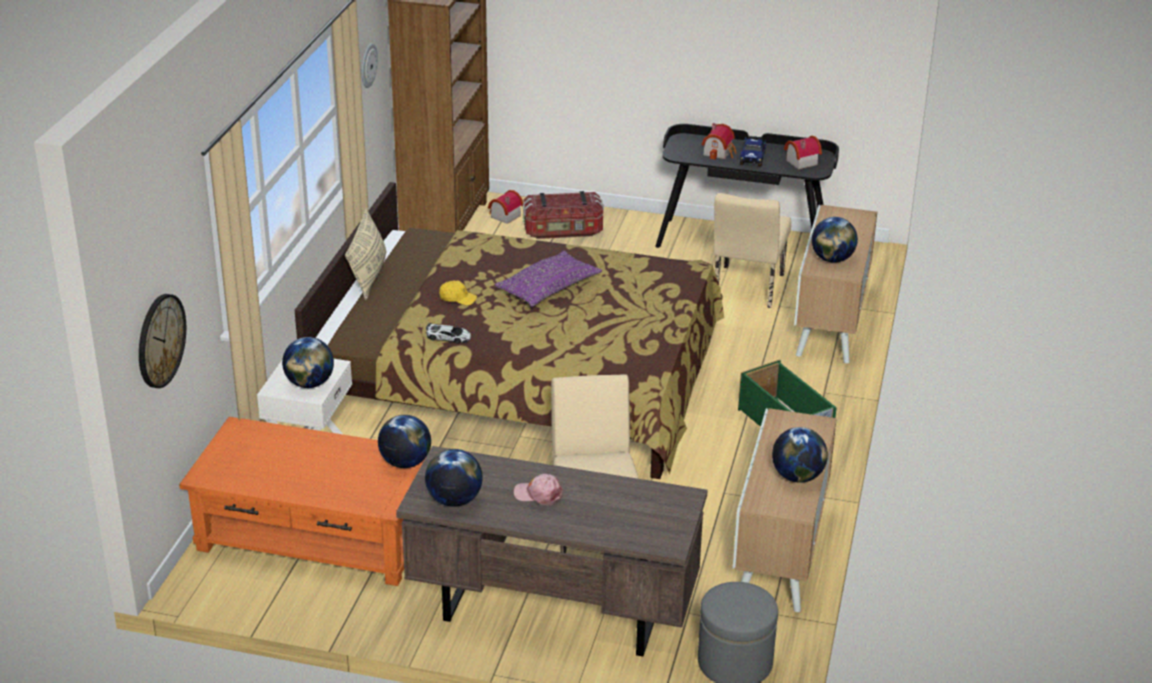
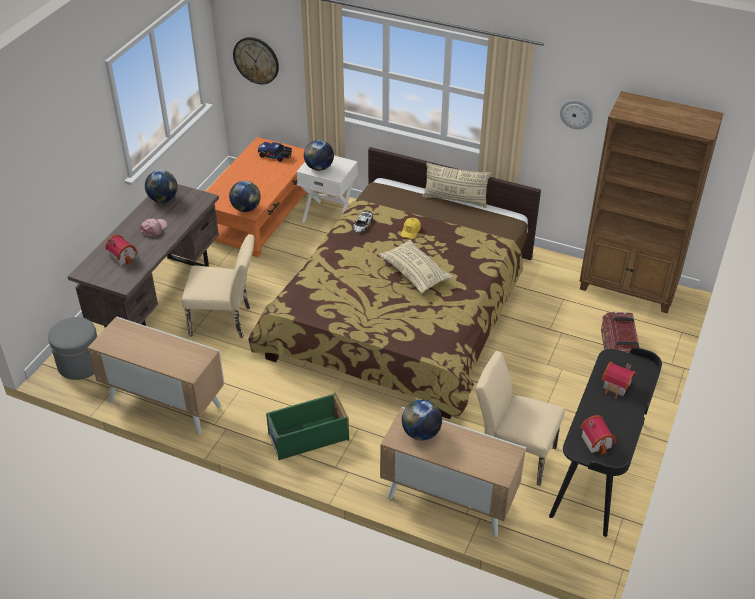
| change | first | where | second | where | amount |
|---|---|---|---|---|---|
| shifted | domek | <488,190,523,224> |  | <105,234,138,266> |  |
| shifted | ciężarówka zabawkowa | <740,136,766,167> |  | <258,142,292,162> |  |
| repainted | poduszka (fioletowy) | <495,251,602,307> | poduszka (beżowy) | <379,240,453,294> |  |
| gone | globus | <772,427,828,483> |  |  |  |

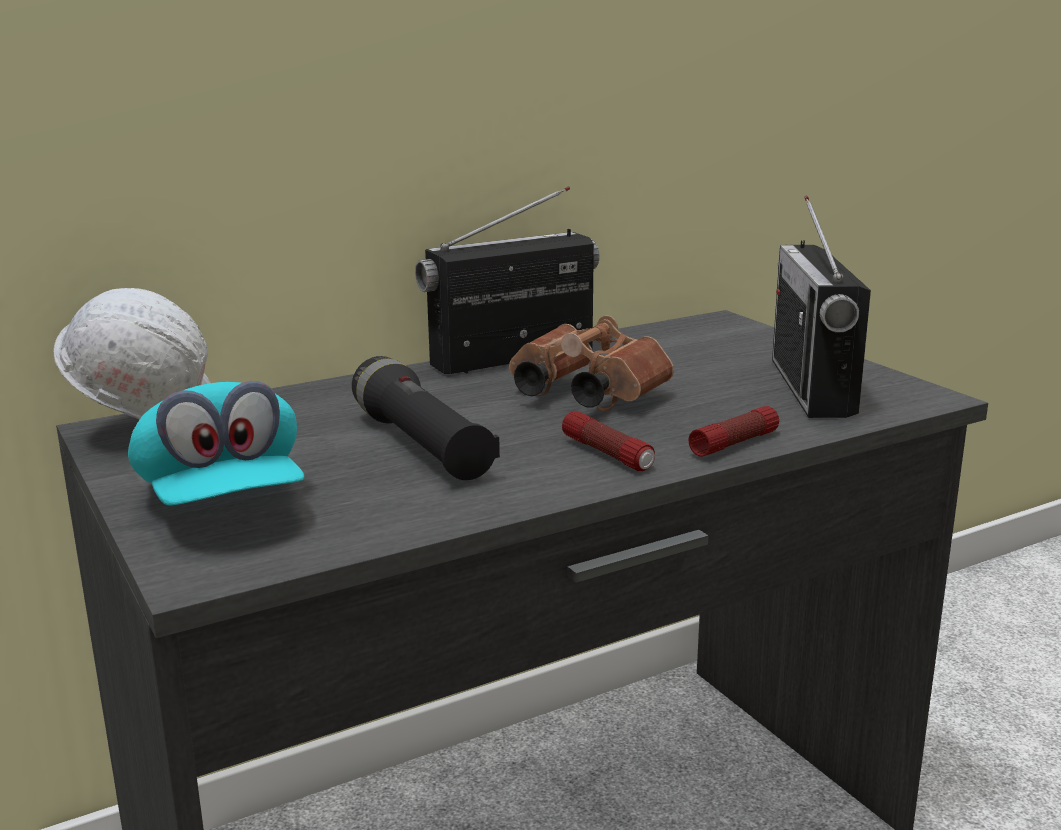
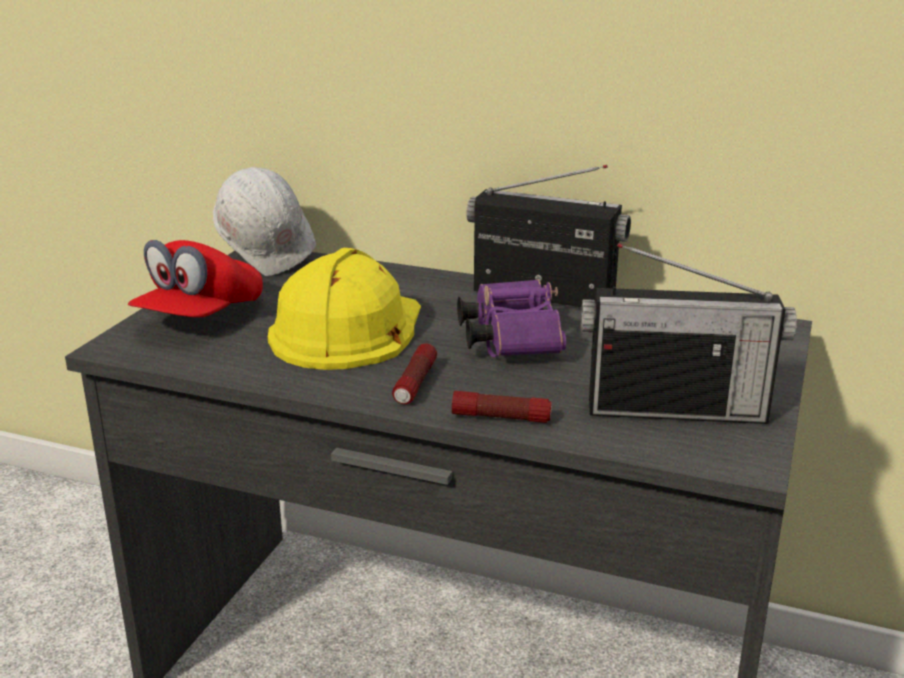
| change | first | where | second | where | amount |
|---|---|---|---|---|---|
| repainted | czapka z daszkiem (turkusowy) | <128,381,304,506> | czapka z daszkiem (czerwony) | <128,240,263,318> |  |
| swapped | latarka (czarny) | <352,356,500,480> | kask (żółty) | <268,248,421,370> |  |
| repainted | lornetka (brązowy) | <509,315,674,411> | lornetka (fioletowy) | <457,279,566,357> |  |
| rotated | radio | <772,196,871,418> |  | <581,243,797,424> | 135 degrees counterclockwise |

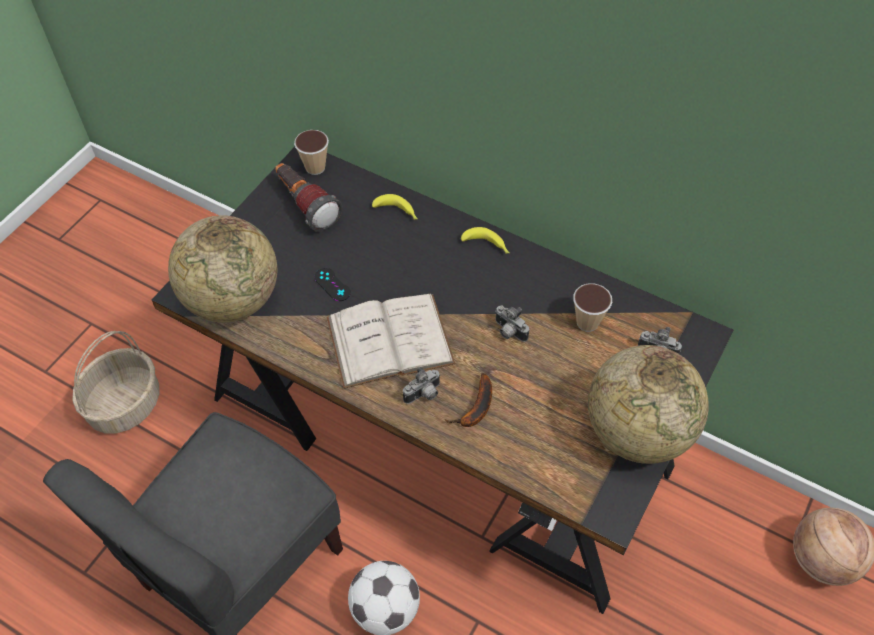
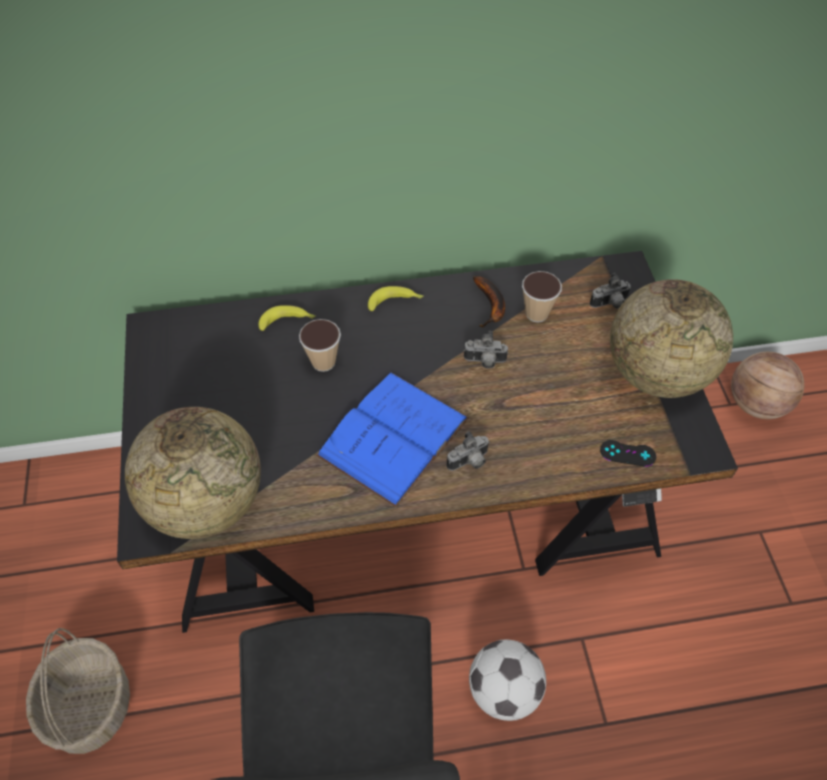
| change | first | where | second | where | amount |
|---|---|---|---|---|---|
| shifted | filiżanka | <294,130,329,175> |  | <299,319,341,372> |  |
| repainted | książka (biały) | <327,294,455,388> | książka (niebieski) | <316,372,469,507> |  |
| rotated | aparat fotograficzny | <403,367,441,404> |  | <447,431,490,471> | 45 degrees clockwise |
| shifted | banan | <444,373,492,427> |  | <473,276,505,327> |  |
| shifted | pad do gier (czarny) | <315,268,351,301> |  | <600,440,656,467> |  |
| gone | latarka | <275,163,342,232> |  |  |  |

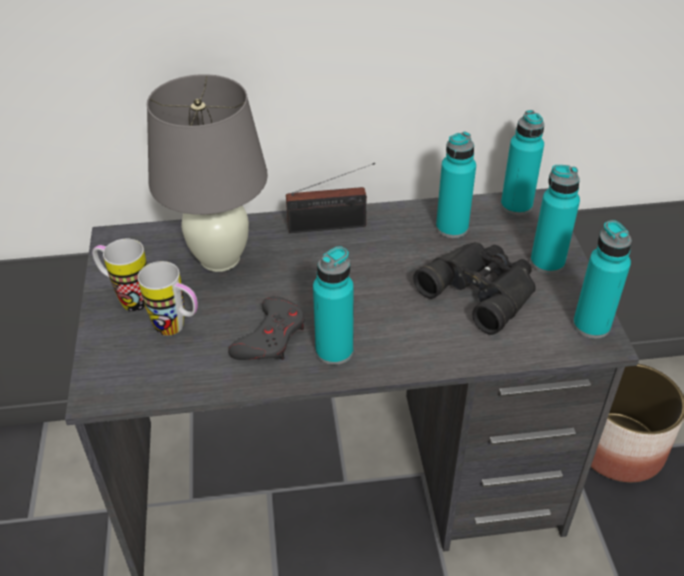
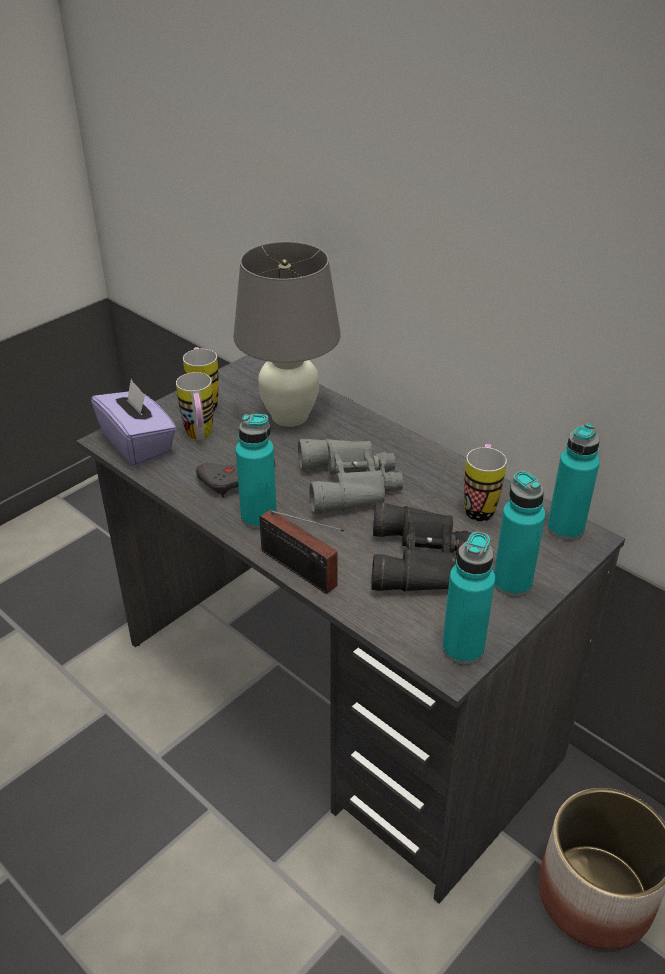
| change | first | where | second | where | amount |
|---|---|---|---|---|---|
| new |  |  | pudełko chusteczek (fioletowy) | <91,379,176,466> |  |
| shifted | radio | <286,163,375,233> |  | <259,509,344,594> |  |
| new |  |  | lornetka (szary) | <298,439,404,514> |  |
| swapped | butelka (turkusowy) | <436,131,476,238> | kubek | <464,444,507,522> |  |

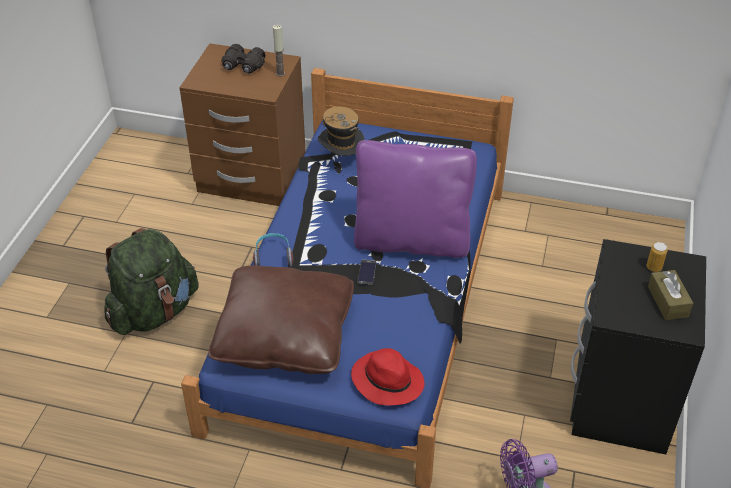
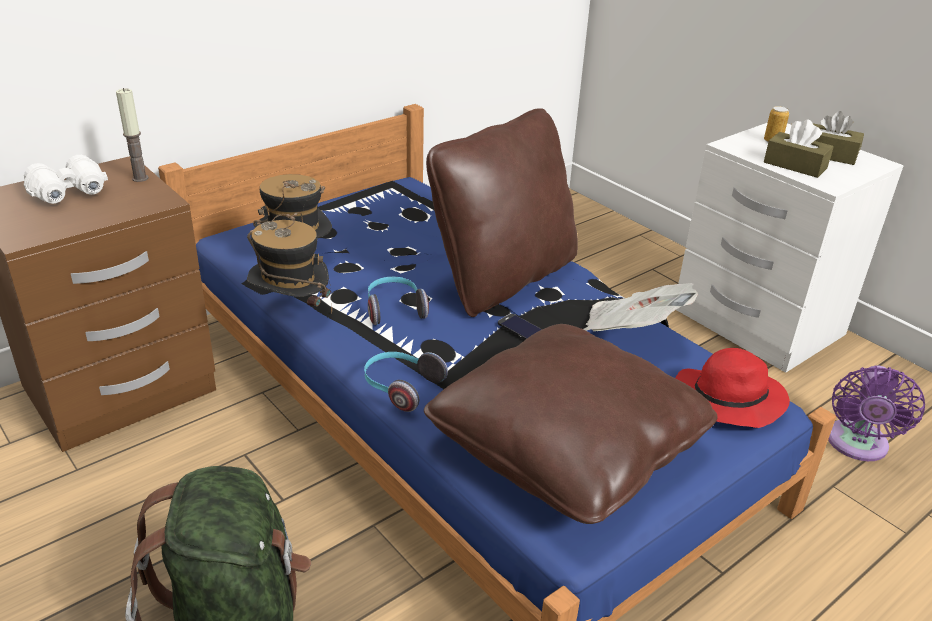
| change | first | where | second | where | amount |
|---|---|---|---|---|---|
| repainted | lornetka (czarny) | <221,44,265,74> | lornetka (biały) | <24,155,108,204> |  |
| new |  |  | kapelusz | <247,212,332,314> |  |
| new |  |  | słuchawki | <368,277,429,325> |  |
| repainted | poduszka (fioletowy) | <354,140,477,258> | poduszka (brązowy) | <426,109,578,317> |  |
| new |  |  | gazeta | <583,283,698,331> |  |
| repainted | szafka nocna (czarny) | <570,239,706,454> | szafka nocna (biały) | <676,123,904,373> |  |
| new |  |  | pudełko chusteczek (brązowy) | <764,120,834,178> |  |

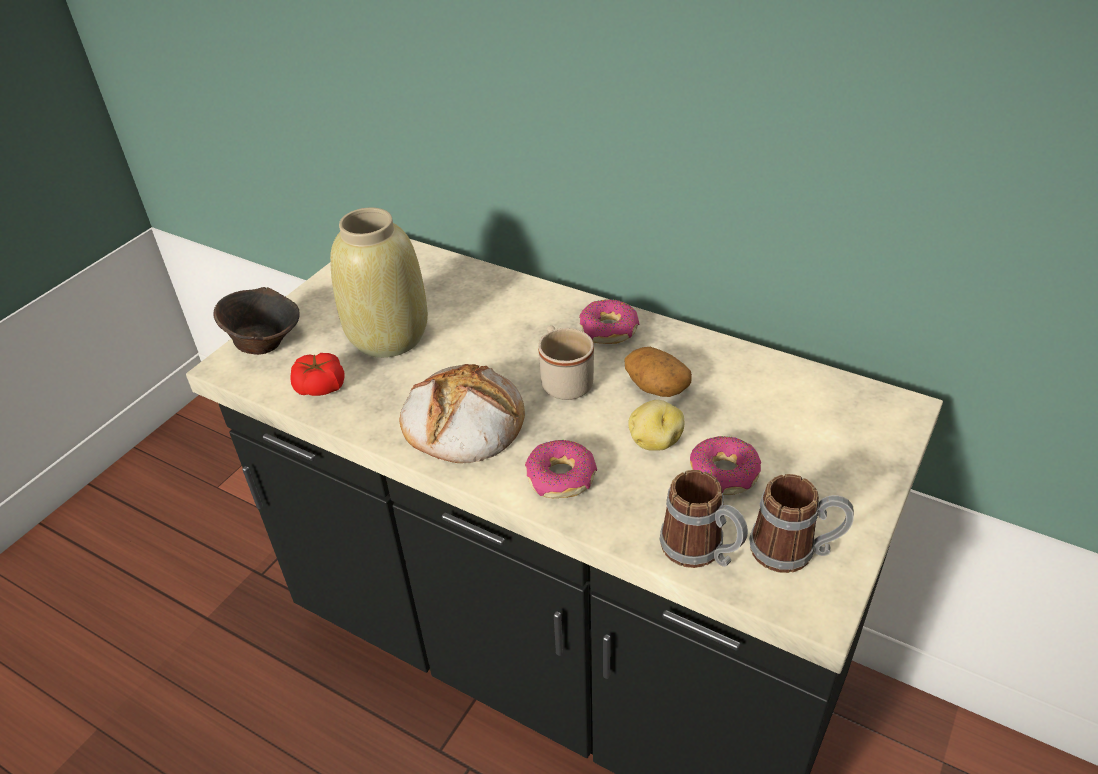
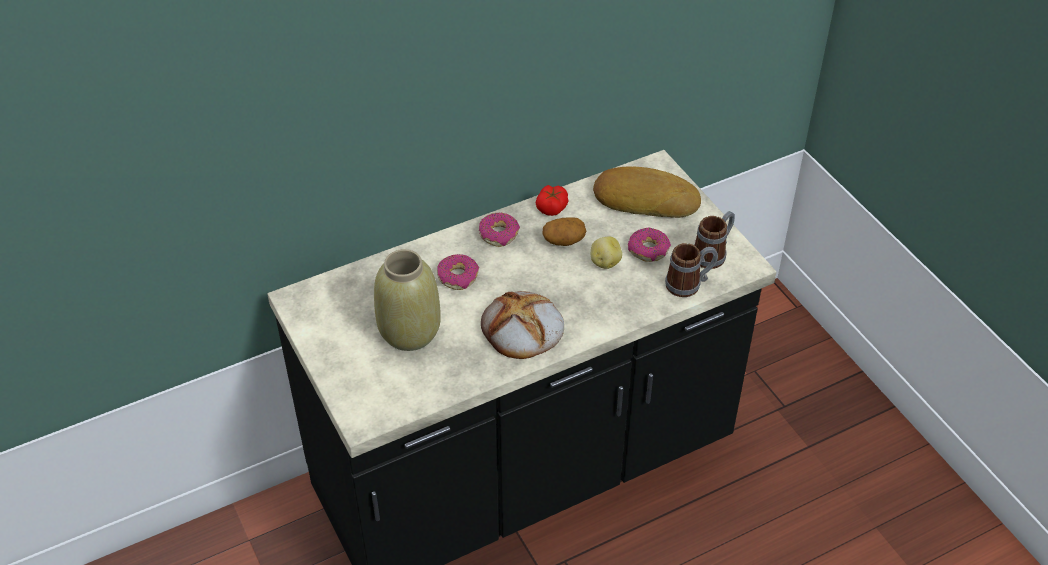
| change | first | where | second | where | amount |
|---|---|---|---|---|---|
| shifted | donut | <525,440,597,498> |  | <437,254,479,290> |  |
| shifted | pomidor | <290,353,345,396> |  | <536,185,568,216> |  |
| new |  |  | chleb | <593,167,701,218> |  |
| gone | miska (brązowy) | <214,287,300,355> |  |  |  |
| gone | kubek (beżowy) | <538,325,594,400> |  |  |  |

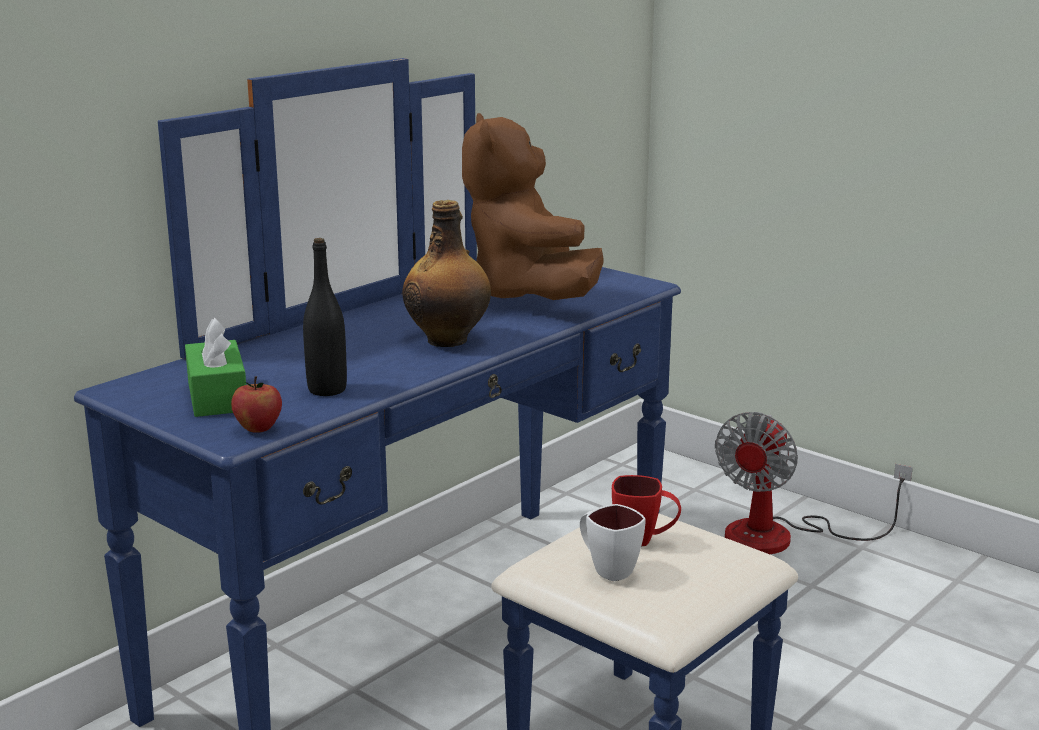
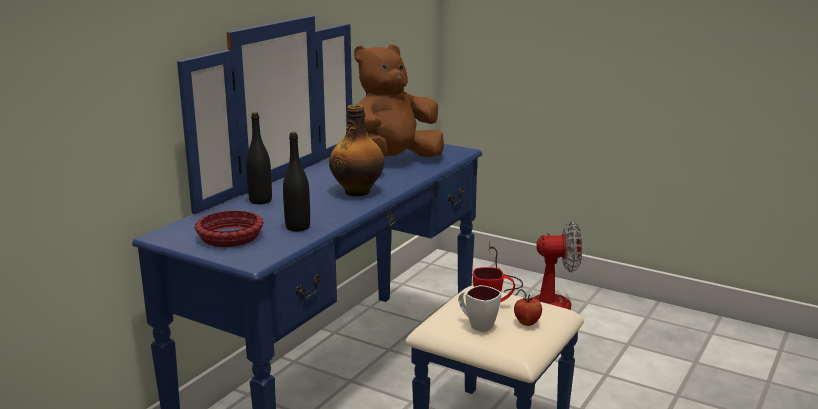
| change | first | where | second | where | amount |
|---|---|---|---|---|---|
| swapped | pudełko chusteczek (zielony) | <185,318,246,417> | miska (czerwony) | <194,210,264,247> |  |
| new |  |  | butelka (czarny) | <246,112,272,204> |  |
| rotated | pluszak (brązowy) | <462,113,604,300> |  | <354,44,444,157> | 75 degrees clockwise |
| rotated | wentylator | <715,412,913,554> |  | <489,221,582,310> | 105 degrees counterclockwise |
| shifted | jabłko | <231,376,282,433> |  | <514,294,542,326> |  |

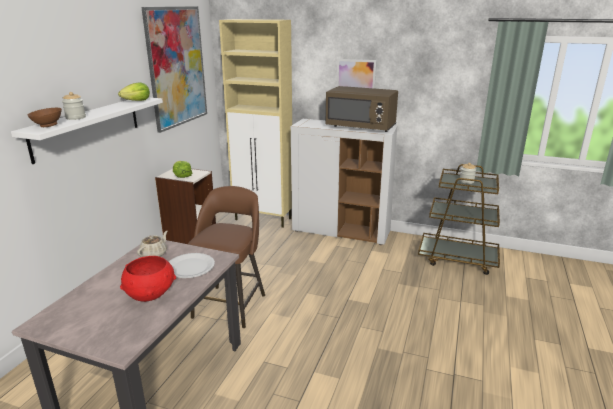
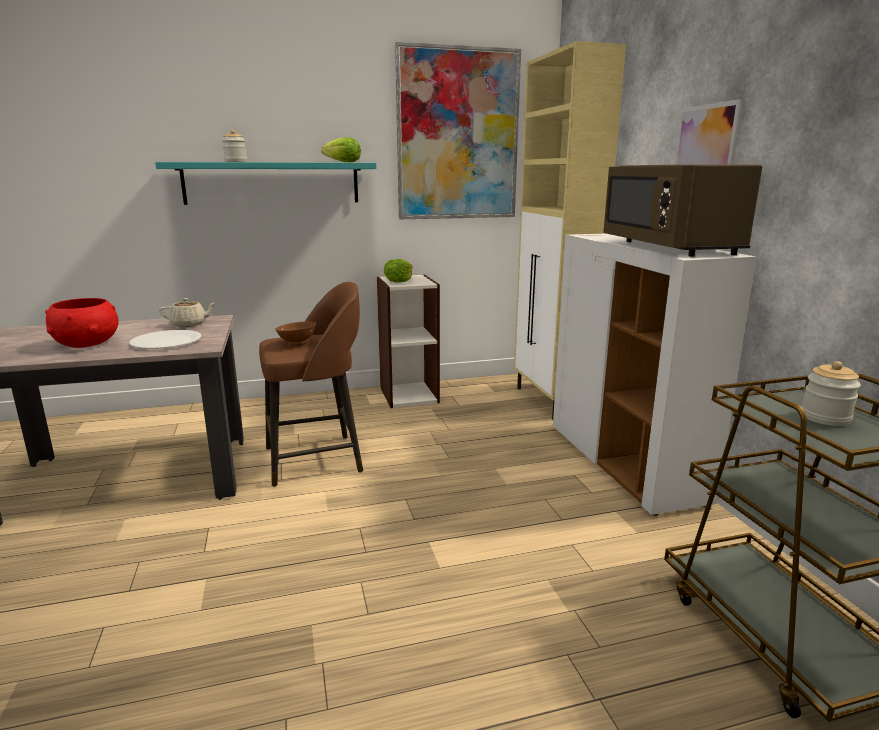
| change | first | where | second | where | amount |
|---|---|---|---|---|---|
| repainted | półka (biały) | <11,98,163,164> | półka (turkusowy) | <155,162,377,205> |  |
| shifted | miska (brązowy) | <27,108,62,127> |  | <275,321,316,346> |  |

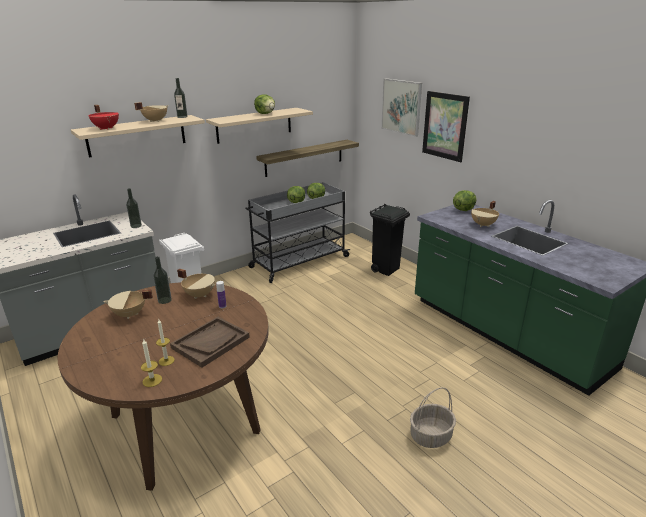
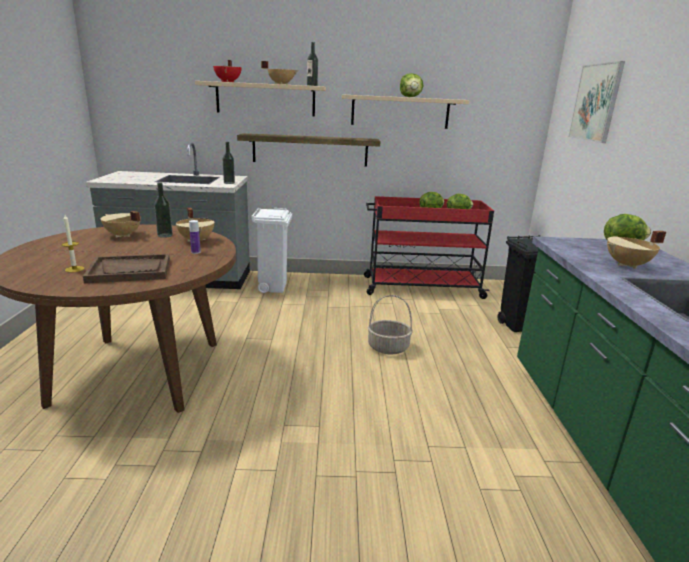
| change | first | where | second | where | amount |
|---|---|---|---|---|---|
| shifted | półka | <256,140,359,177> |  | <237,133,381,167> |  |
| repainted | wózek (szary) | <246,182,350,283> | wózek (czerwony) | <364,196,494,299> |  |
| shifted | koszyk | <410,387,456,448> |  | <367,295,413,354> |  |
| gone | świeca | <141,338,162,387> |  |  |  |
| gone | obraz | <422,91,470,162> |  |  |  |

